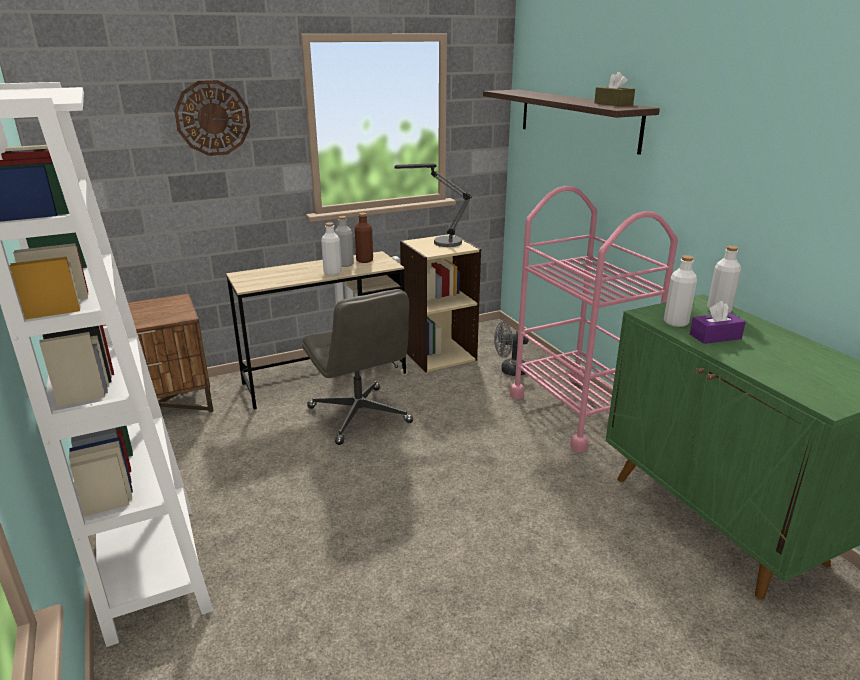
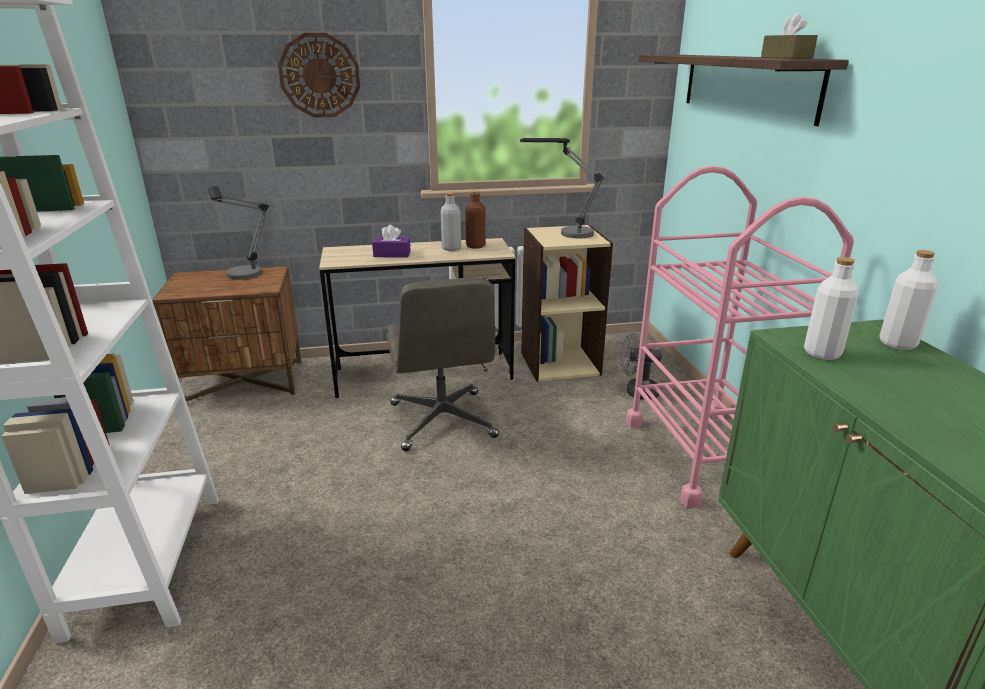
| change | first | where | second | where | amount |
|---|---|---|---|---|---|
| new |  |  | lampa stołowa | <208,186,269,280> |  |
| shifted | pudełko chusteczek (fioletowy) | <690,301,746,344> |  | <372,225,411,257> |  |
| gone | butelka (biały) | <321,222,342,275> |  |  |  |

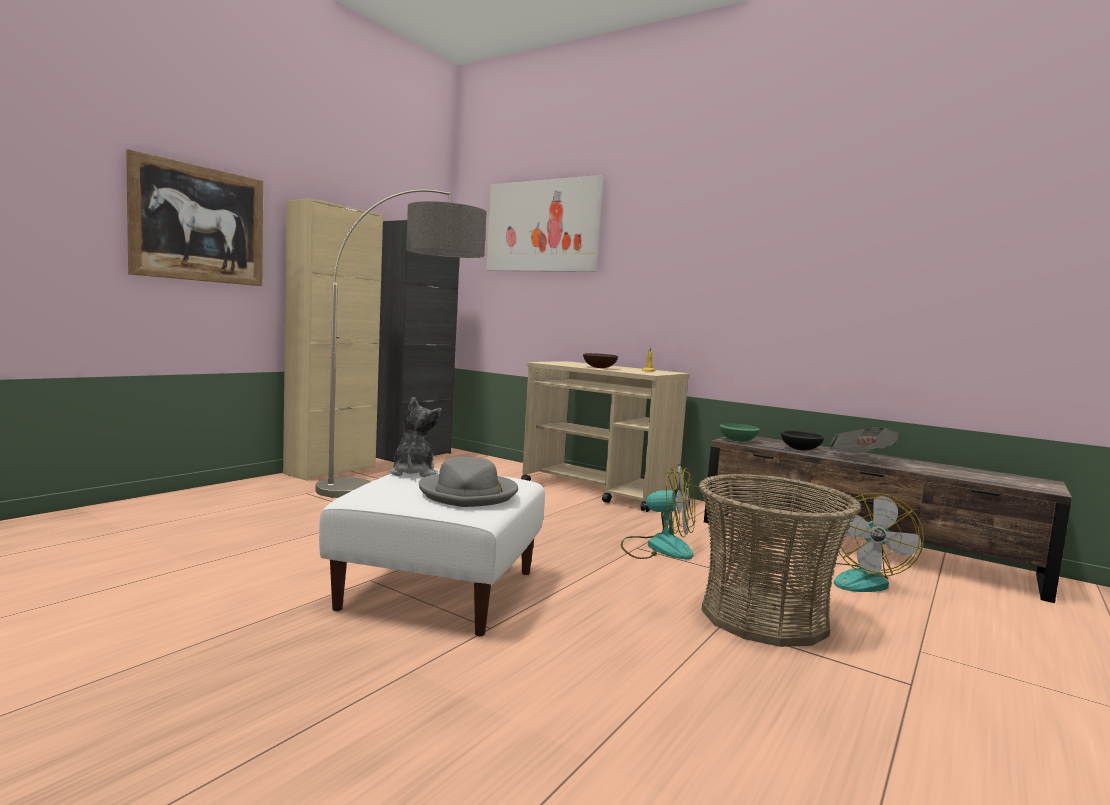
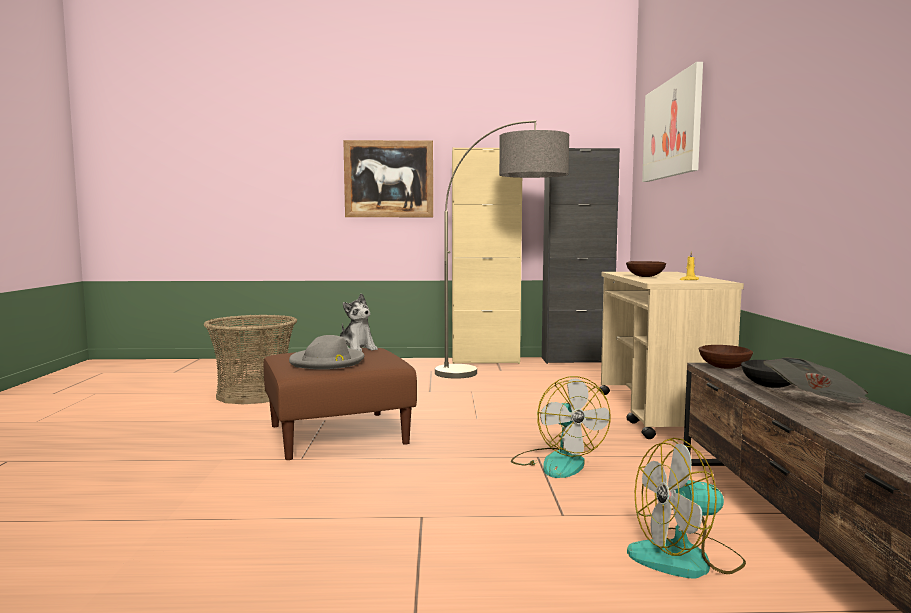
| change | first | where | second | where | amount |
|---|---|---|---|---|---|
| shifted | koszyk | <699,474,861,647> |  | <204,314,297,404> |  |
| repainted | pufa (biały) | <319,469,545,636> | pufa (brązowy) | <263,348,417,460> |  |
| rotated | pluszak | <390,397,442,477> |  | <340,293,378,352> | 90 degrees clockwise |
| repainted | miska (zielony) | <719,423,760,442> | miska (brązowy) | <699,345,753,369> |  |

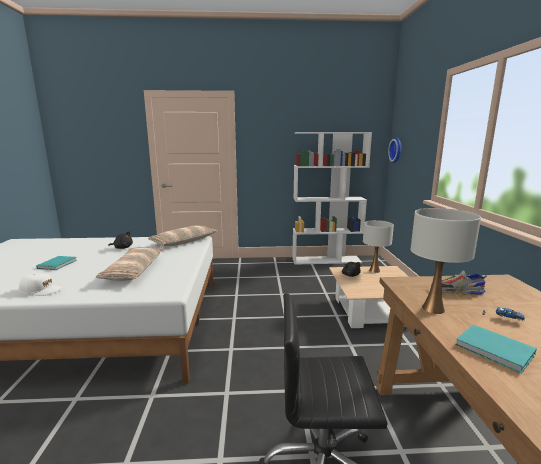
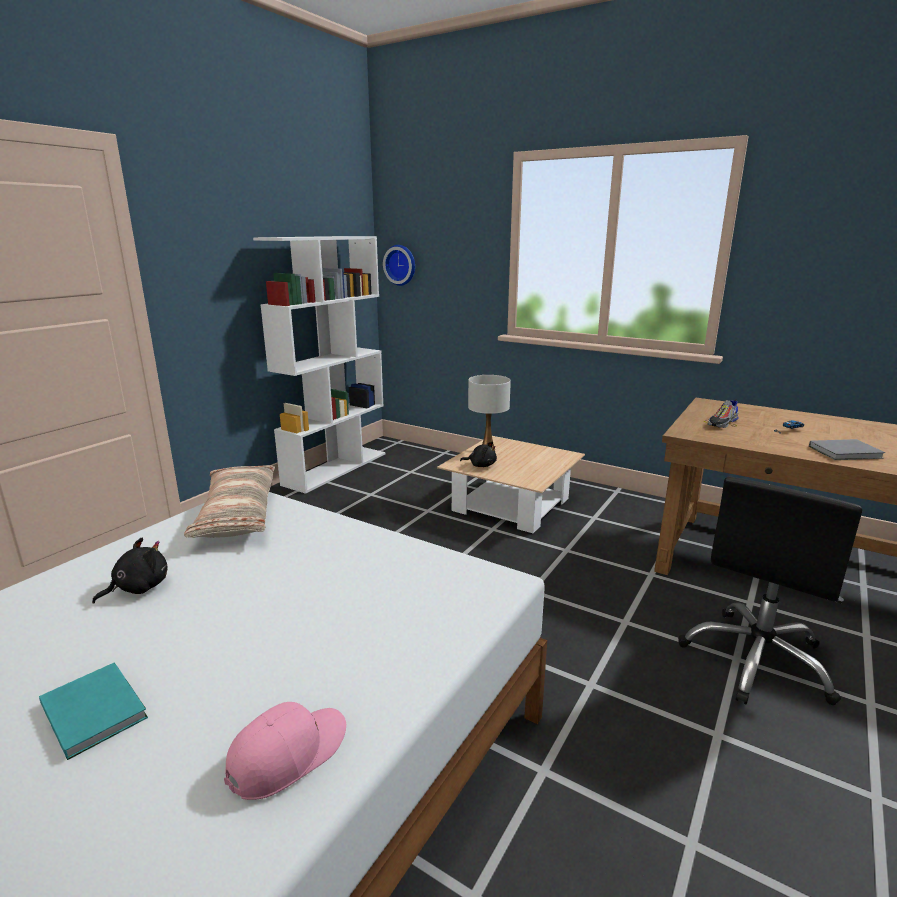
| change | first | where | second | where | amount |
|---|---|---|---|---|---|
| repainted | czapka z daszkiem (biały) | <19,273,63,296> | czapka z daszkiem (różowy) | <224,702,346,800> |  |
| repainted | książka (turkusowy) | <455,325,537,374> | książka (szary) | <809,439,885,460> |  |
| gone | poduszka | <96,247,164,281> |  |  |  |
| gone | lampa stołowa (biały) | <411,208,481,314> |  |  |  |

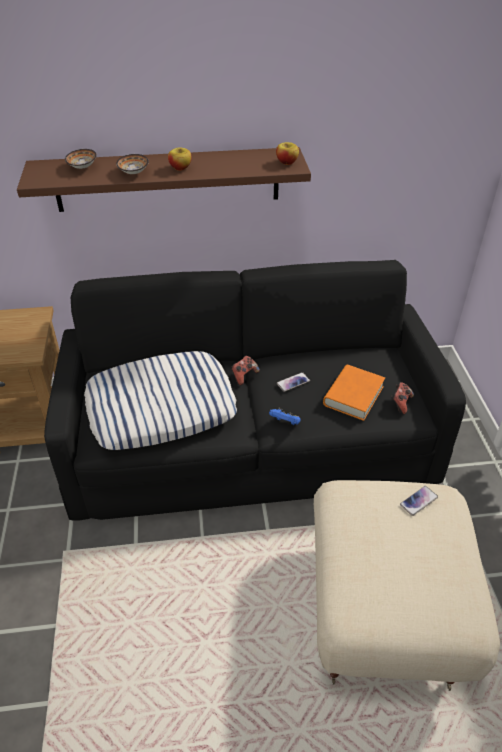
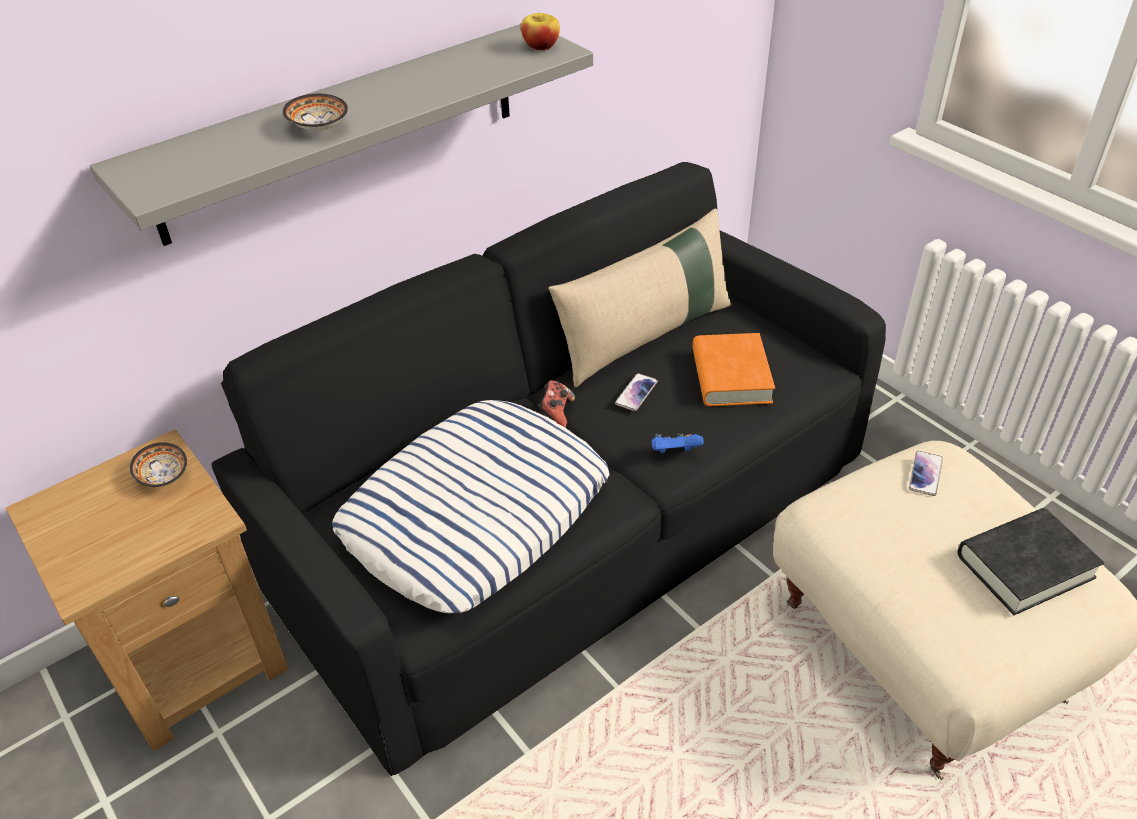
| change | first | where | second | where | amount |
|---|---|---|---|---|---|
| repainted | półka (brązowy) | <17,147,311,212> | półka (szary) | <90,24,593,246> |  |
| shifted | miska | <65,149,97,169> |  | <130,442,187,487> |  |
| new |  |  | poduszka (beżowy) | <548,209,732,387> |  |
| new |  |  | książka (czarny) | <958,508,1104,615> |  |
| gone | jabłko | <168,148,192,171> |  |  |  |
| gone | pad do gier | <391,382,414,415> |  |  |  |

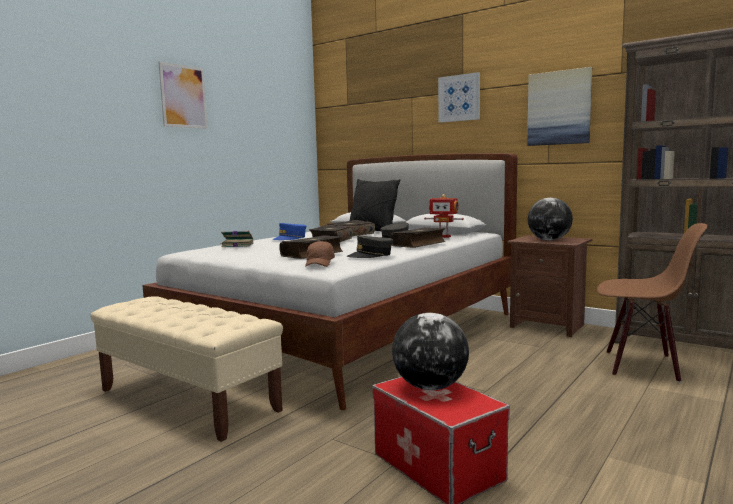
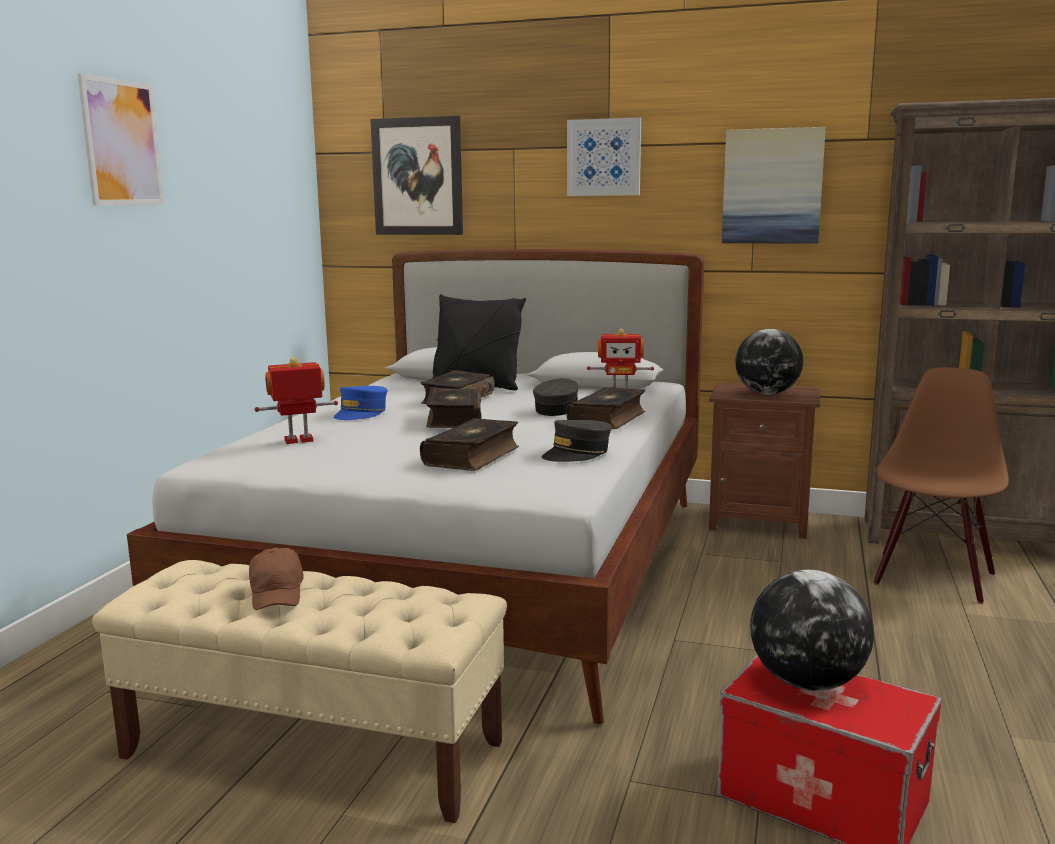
| change | first | where | second | where | amount |
|---|---|---|---|---|---|
| shifted | czapka z daszkiem (brązowy) | <305,241,335,267> |  | <249,547,304,610> |  |
| swapped | książka | <221,231,253,247> | robot zabawkowy | <254,358,338,444> |  |
| new |  |  | obraz | <371,116,463,235> |  |
| rotated | krzesło (brązowy) | <597,223,708,383> |  | <874,367,1009,604> | 60 degrees counterclockwise |

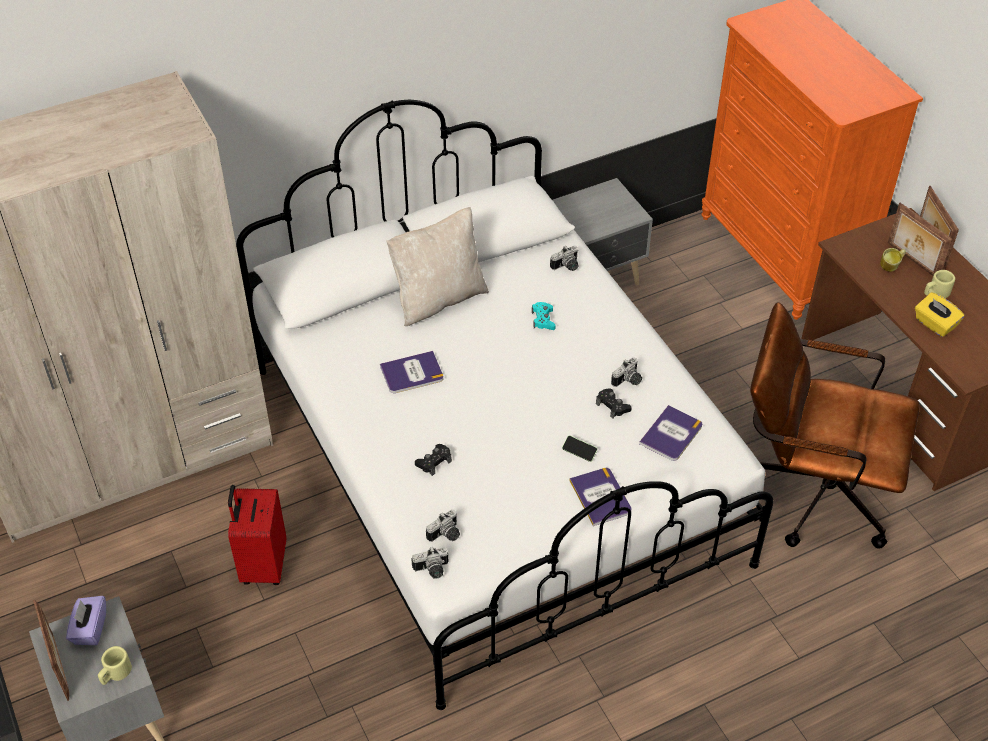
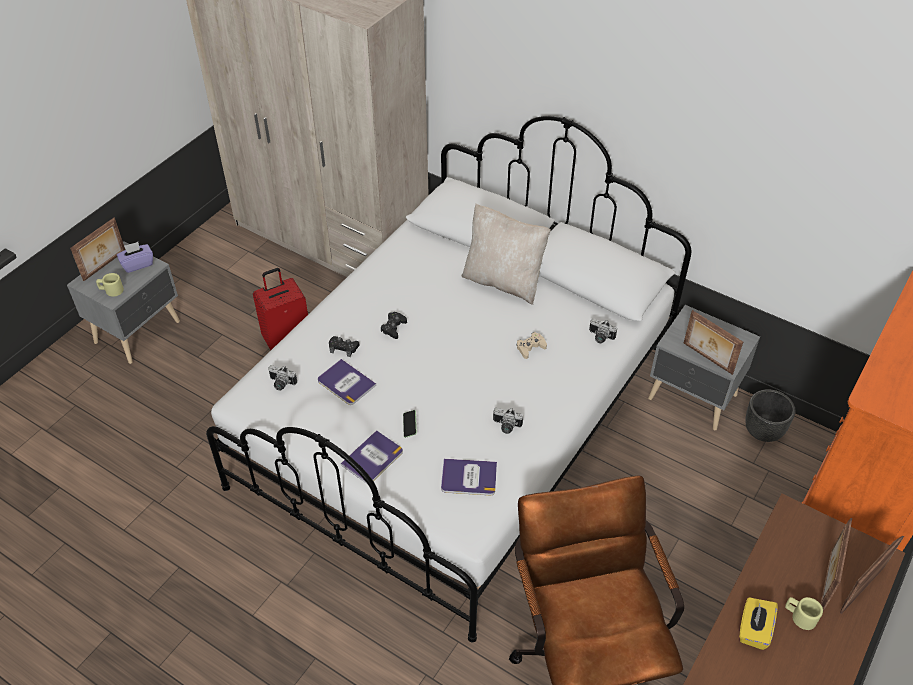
| change | first | where | second | where | amount |
|---|---|---|---|---|---|
| shifted | książka | <380,351,443,393> |  | <318,359,376,405> |  |
| shifted | pad do gier (czarny) | <596,388,632,419> |  | <381,312,407,339> |  |
| repainted | pad do gier (turkusowy) | <532,302,556,330> | pad do gier (beżowy) | <517,332,547,359> |  |
| new |  |  | ramka na zdjęcie | <684,310,743,375> |  |
| new |  |  | donica (czarny) | <745,389,796,442> |  |
| gone | aparat fotograficzny | <411,547,448,579> |  |  |  |
| gone | kubek | <880,248,906,272> |  |  |  |

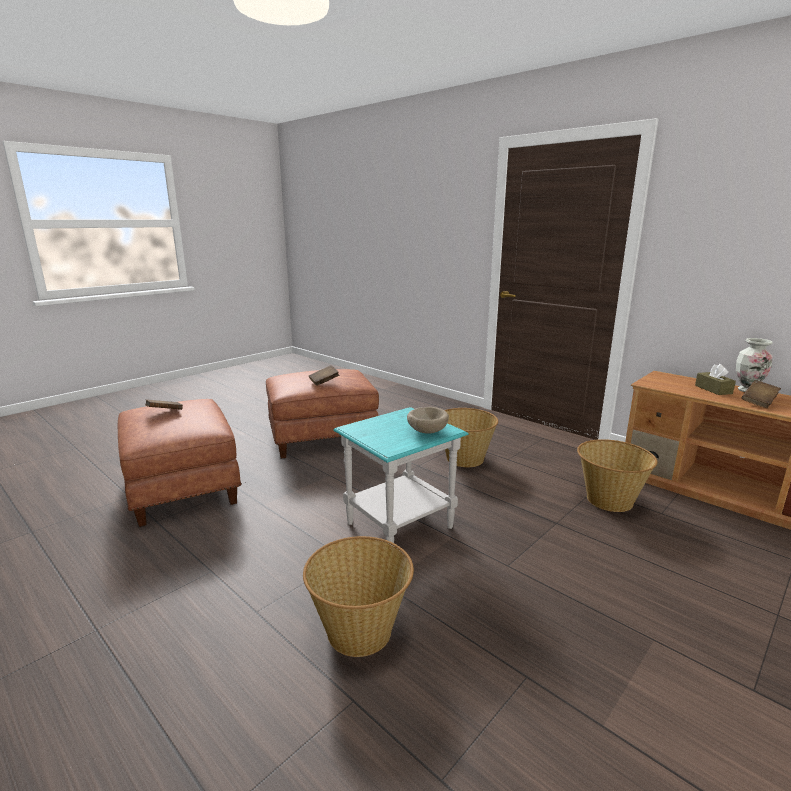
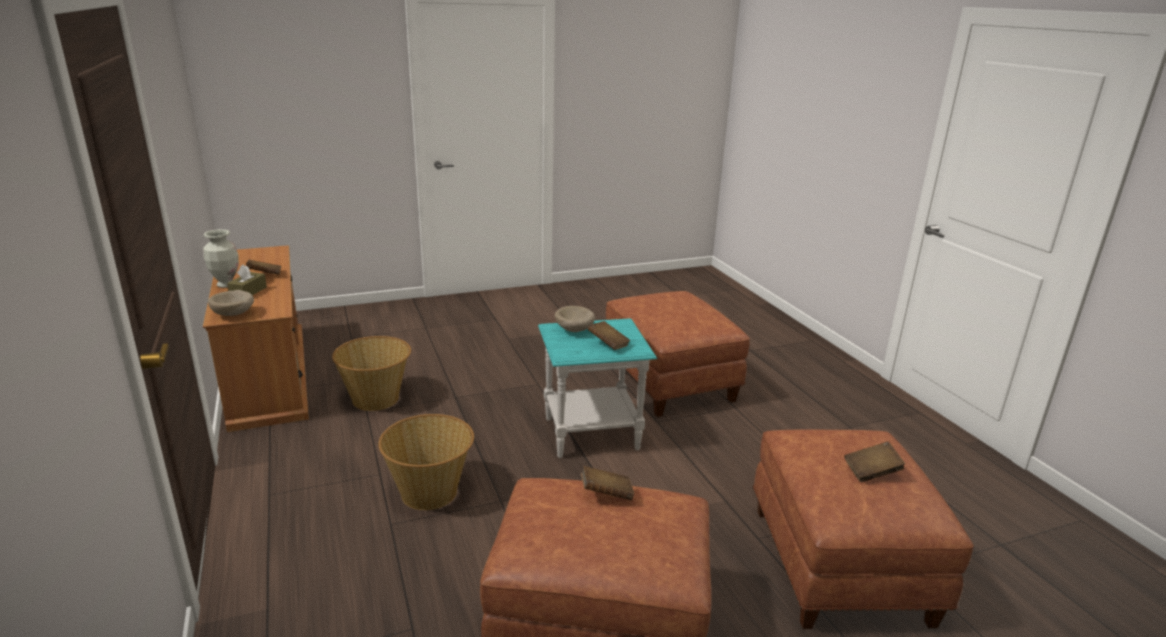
| change | first | where | second | where | amount |
|---|---|---|---|---|---|
| new |  |  | miska (beżowy) | <208,290,254,316> |  |
| new |  |  | książka (brązowy) | <588,321,630,350> |  |
| swapped | koszyk | <303,536,414,657> | pufa (brązowy) | <606,291,750,417> |  |

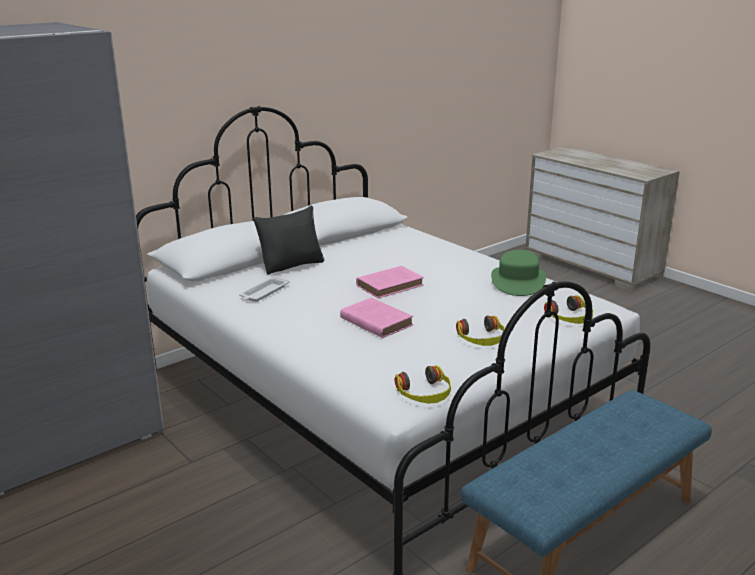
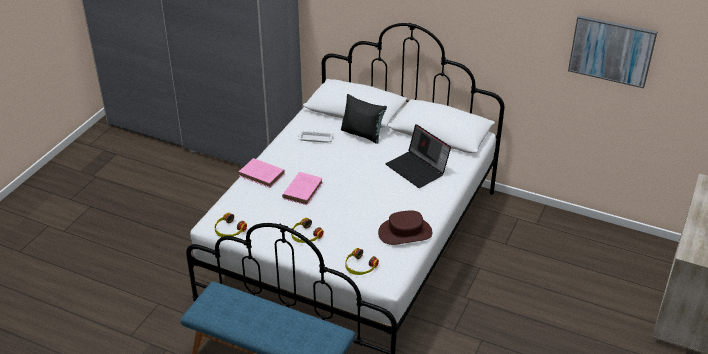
| change | first | where | second | where | amount |
|---|---|---|---|---|---|
| shifted | książka (różowy) | <356,266,424,298> |  | <239,158,285,188> |  |
| repainted | kapelusz (zielony) | <491,250,546,296> | kapelusz (brązowy) | <378,210,432,245> |  |
| new |  |  | laptop | <386,124,451,188> |  |
| new |  |  | obraz | <568,15,658,89> |  |

